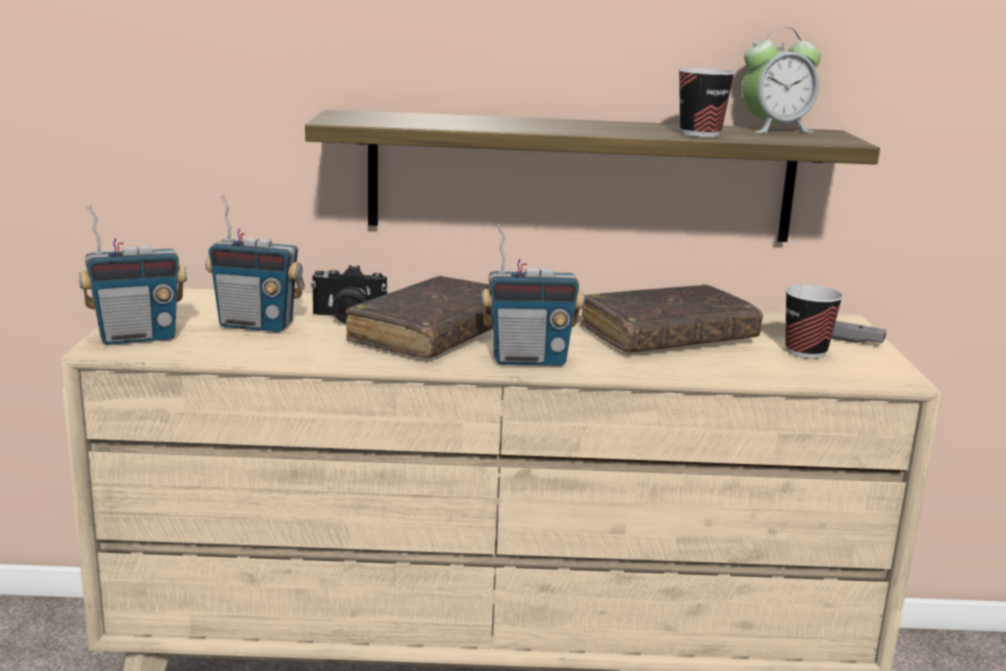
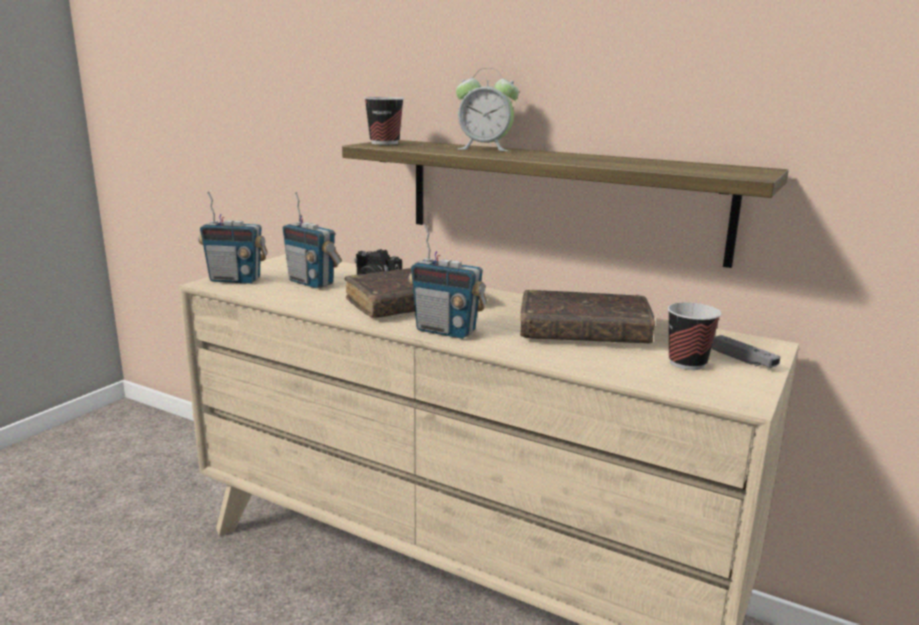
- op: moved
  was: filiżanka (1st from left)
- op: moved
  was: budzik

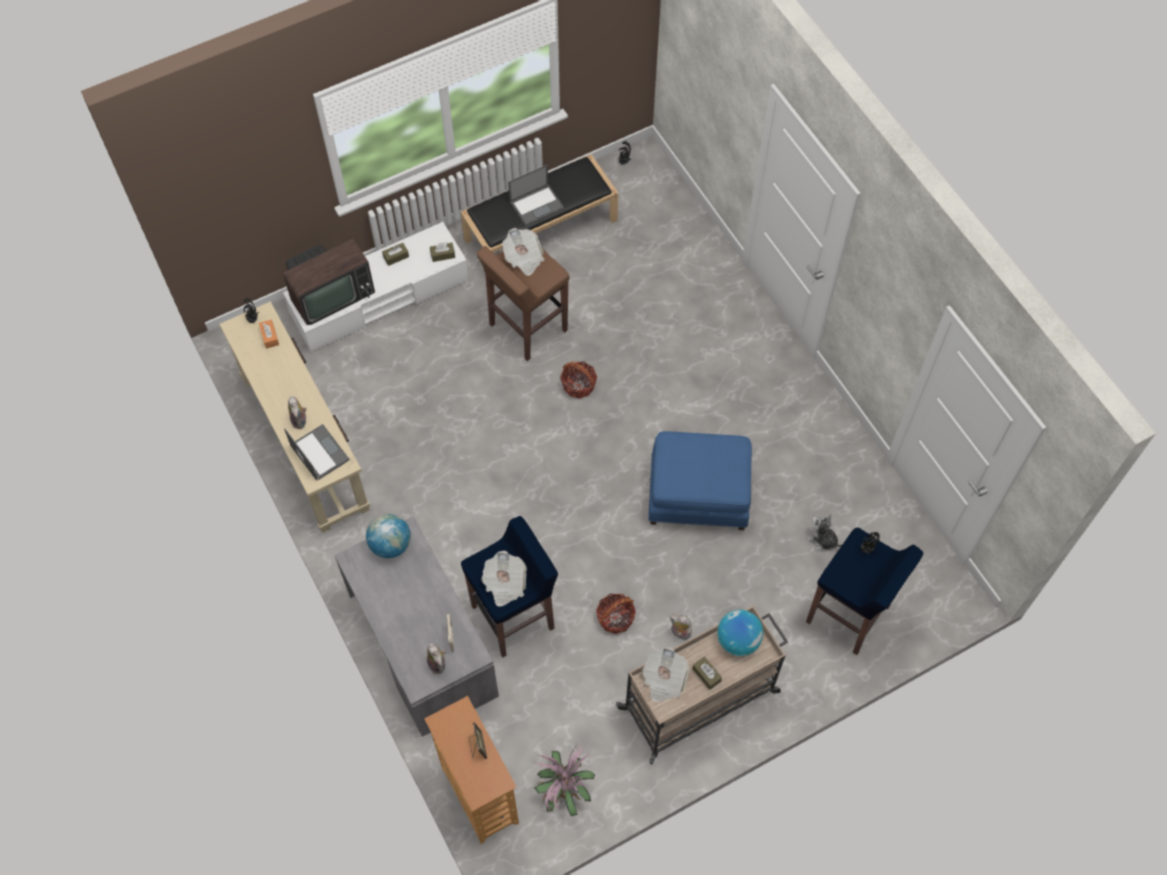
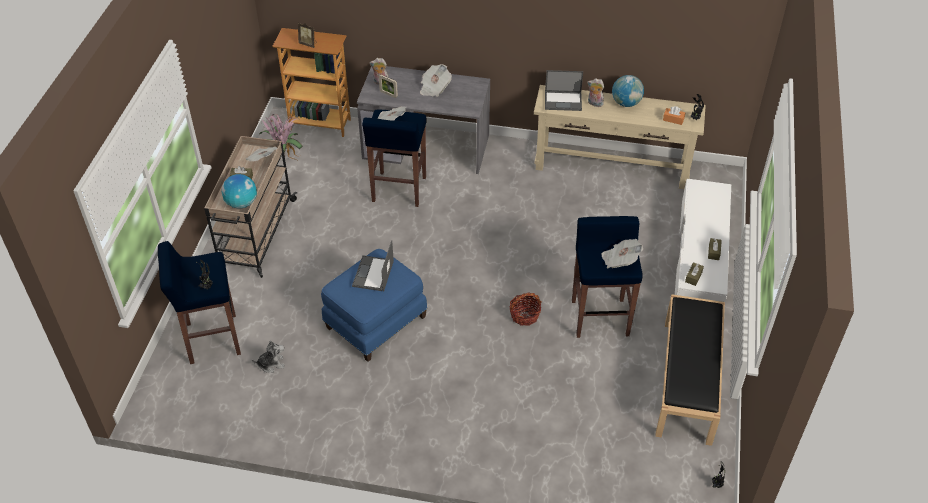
- op: moved
  was: laptop (2nd from left in the first image)
  now: laptop (1st from left)
- op: added
  now: gazeta (3rd from left)
- op: recoloured
  was: stołek (brązowy)
  now: stołek (niebieski) (3rd from left)
- op: moved
  was: globus (1st from left in the first image)
  now: globus (2nd from left)
- op: removed
  was: telewizor
- op: removed
  was: koszyk (2nd from left)
- op: removed
  was: pluszak (3rd from left)

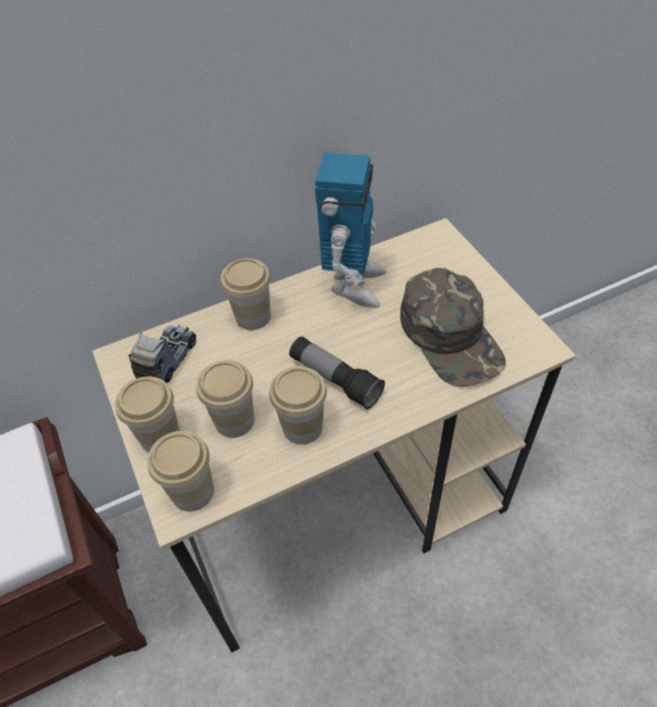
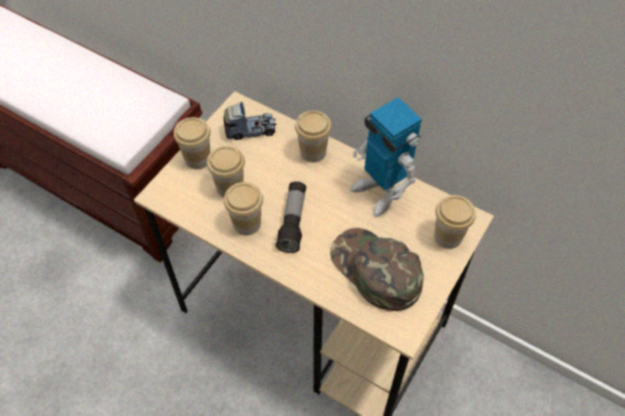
- op: turned
  was: czapka z daszkiem (zielony)
  clockwise: 105
- op: turned
  was: robot zabawkowy
  clockwise: 75
- op: moved
  was: filiżanka (2nd from left in the first image)
  now: filiżanka (5th from left)

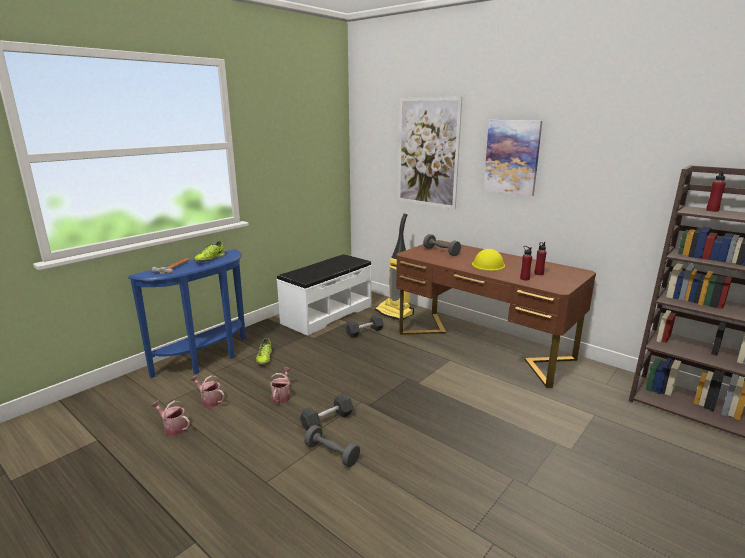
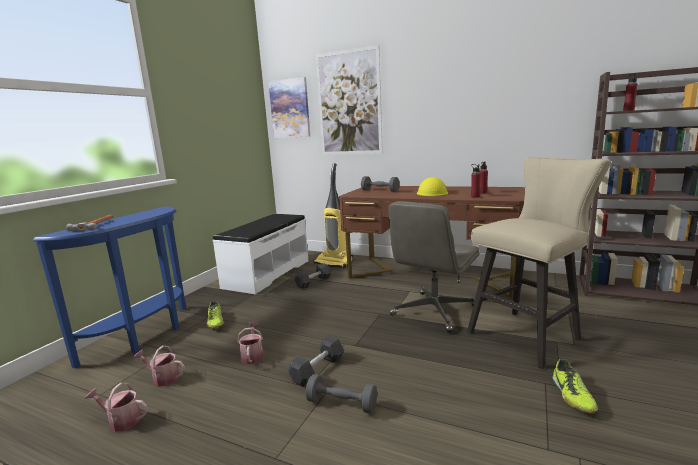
- op: moved
  was: obraz (2nd from left in the first image)
  now: obraz (1st from left)
- op: added
  now: krzesło biurowe (szary)
- op: added
  now: stołek (beżowy)
- op: moved
  was: but (1st from left in the first image)
  now: but (2nd from left)

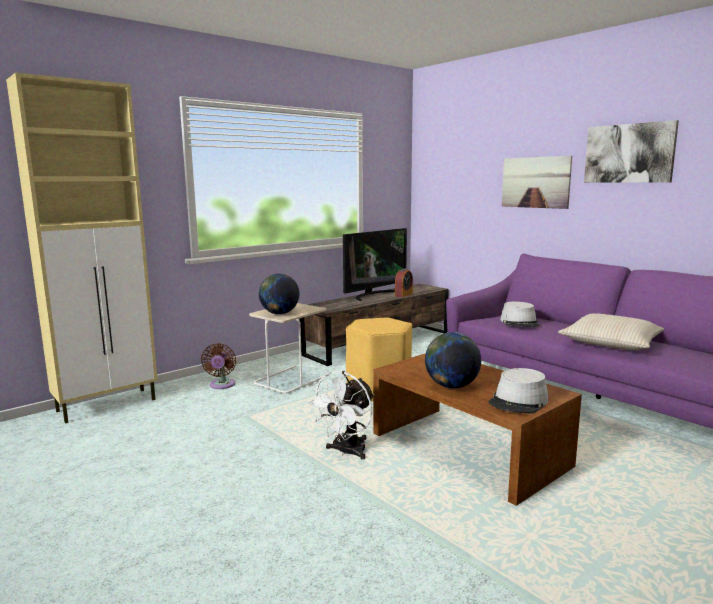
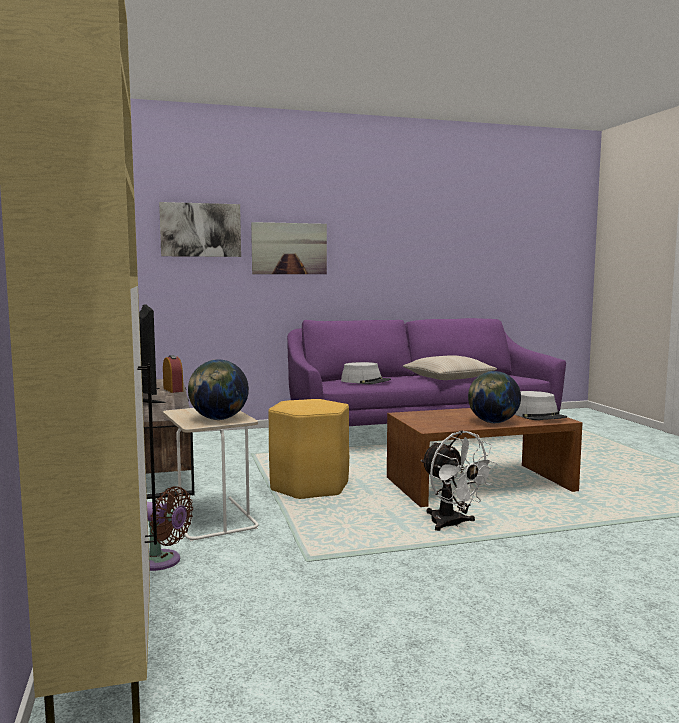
- op: moved
  was: obraz (2nd from left in the first image)
  now: obraz (1st from left)

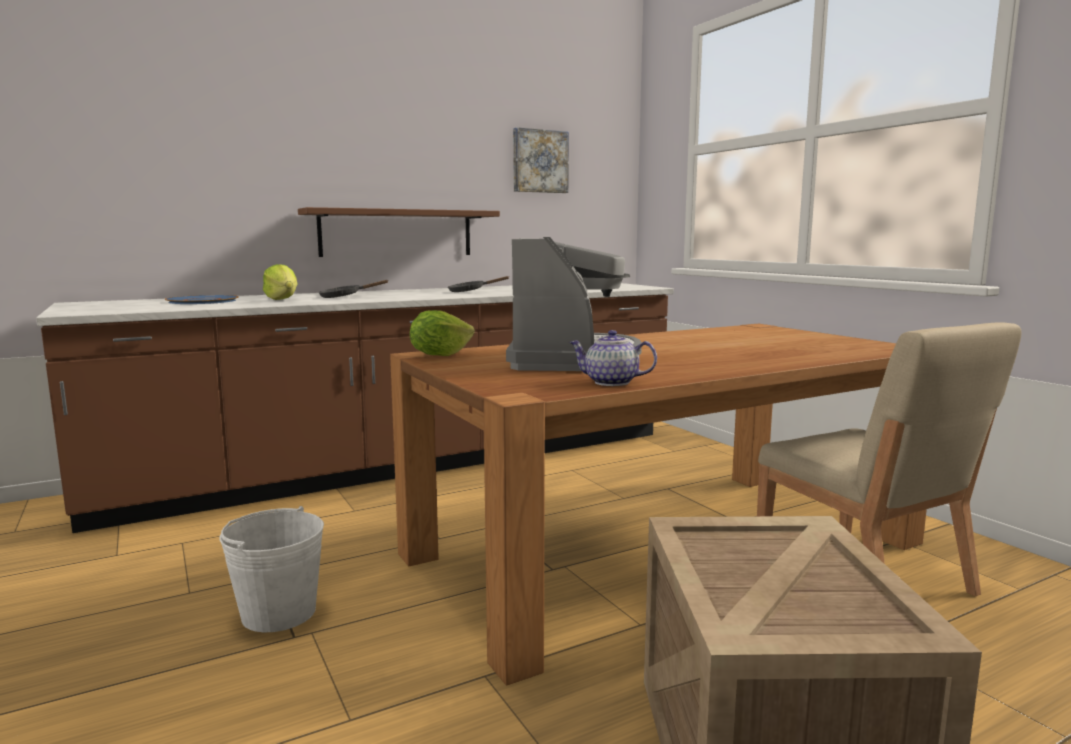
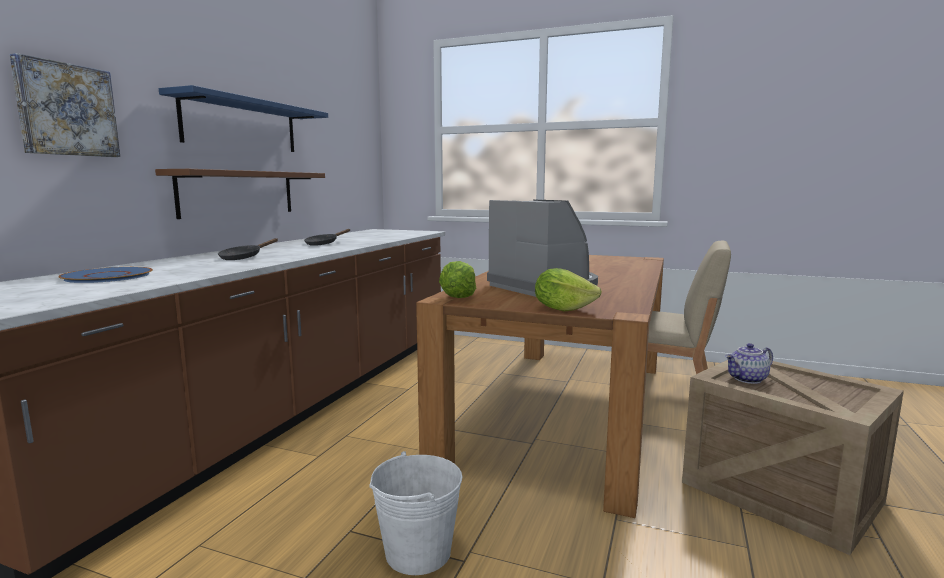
- op: moved
  was: obraz
- op: added
  now: półka (niebieski)
- op: moved
  was: sałata (1st from left in the first image)
  now: sałata (2nd from left)
- op: moved
  was: imbryk

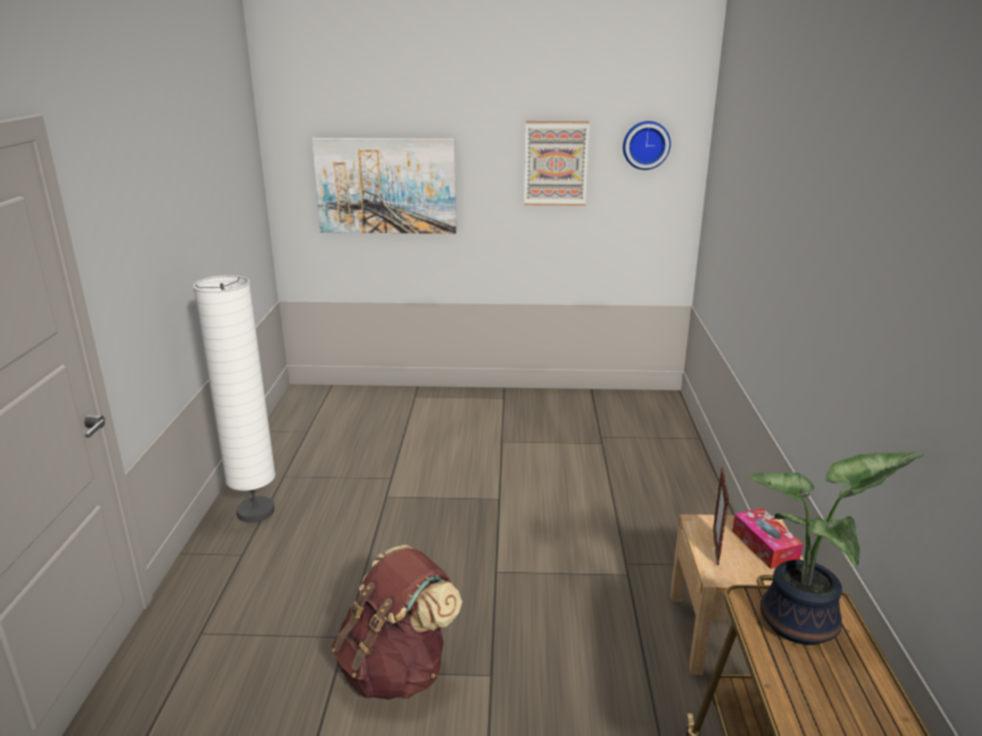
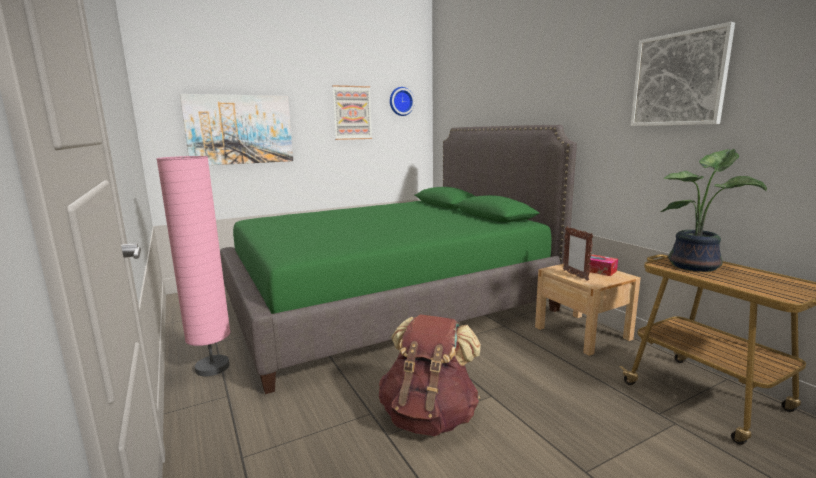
- op: recoloured
  was: lampa stojąca (biały)
  now: lampa stojąca (różowy)
- op: added
  now: łóżko (zielony)
- op: added
  now: obraz (3rd from left)

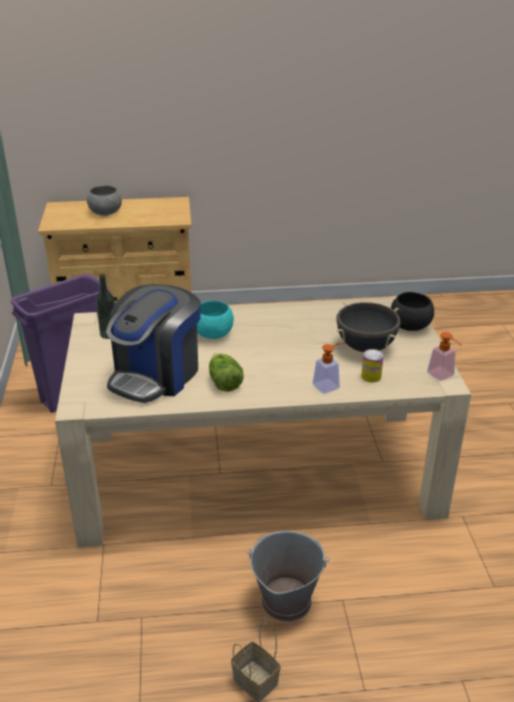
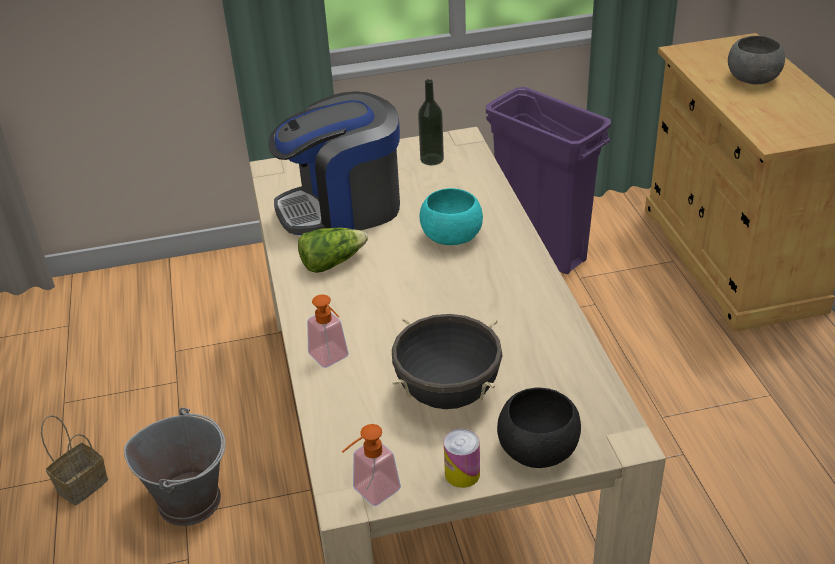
- op: turned
  was: ekspres do kawy
  clockwise: -45
- op: moved
  was: puszka

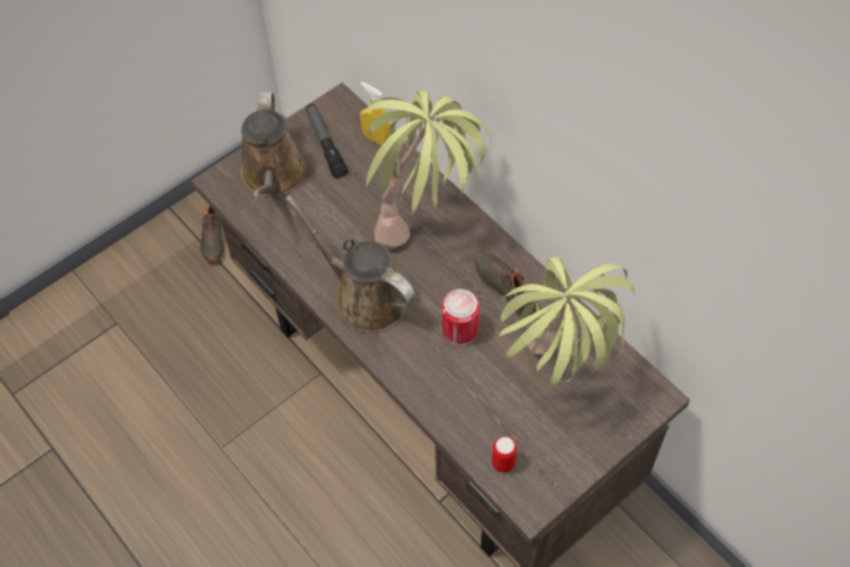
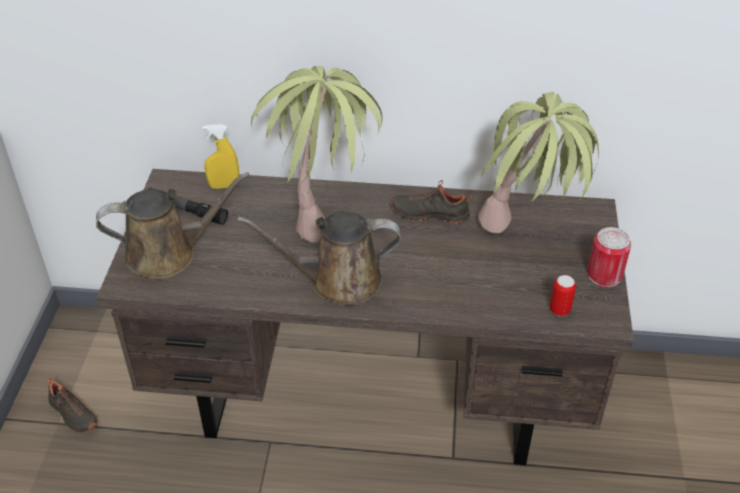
- op: turned
  was: konewka (brązowy) (1st from left)
  clockwise: -60
- op: moved
  was: puszka (1st from left in the first image)
  now: puszka (2nd from left)

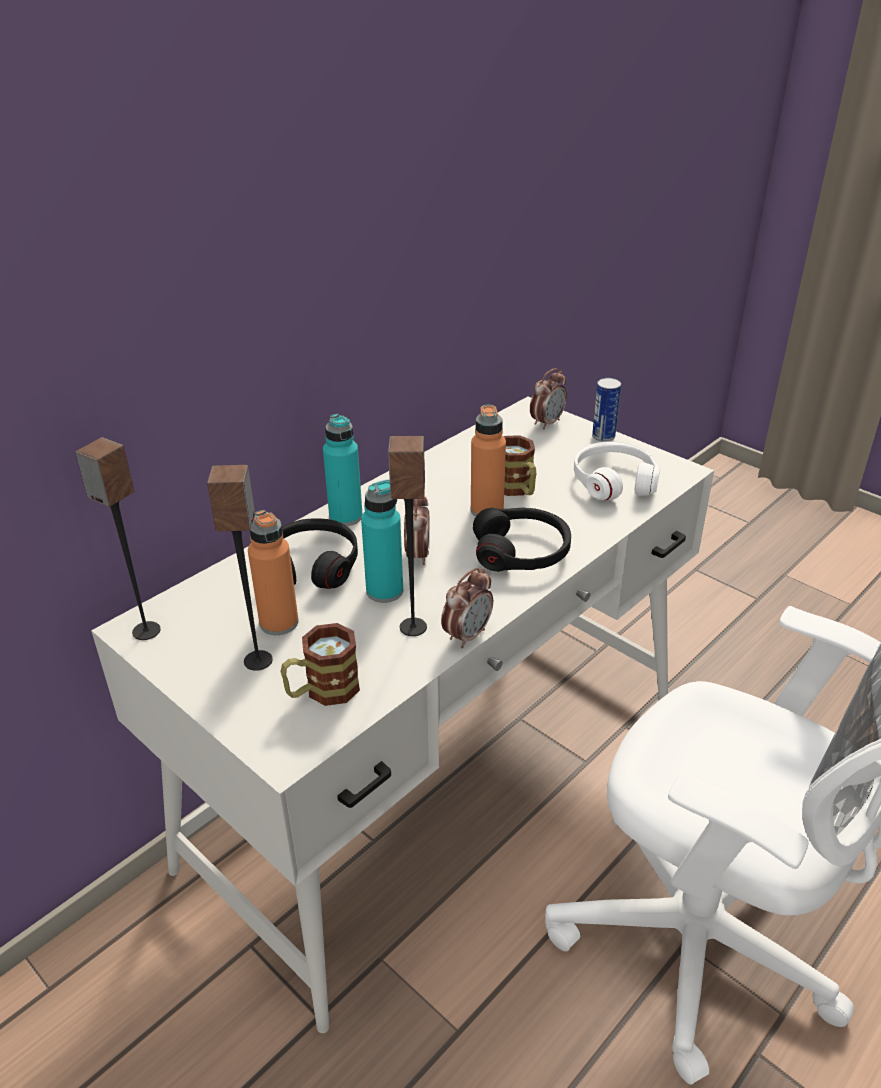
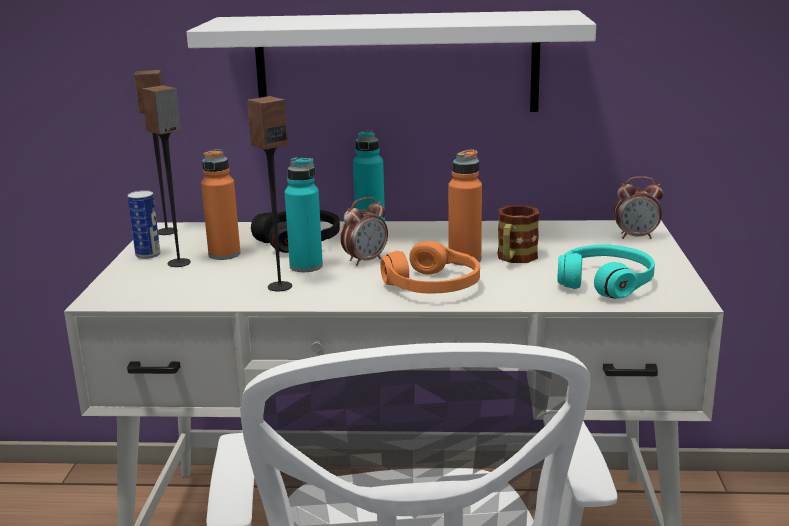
- op: moved
  was: puszka
- op: added
  now: półka (biały)
- op: recoloured
  was: słuchawki (czarny) (2nd from left)
  now: słuchawki (pomarańczowy)
- op: recoloured
  was: słuchawki (biały)
  now: słuchawki (turkusowy)
- op: removed
  was: kubek (1st from left)
- op: removed
  was: budzik (2nd from left)

